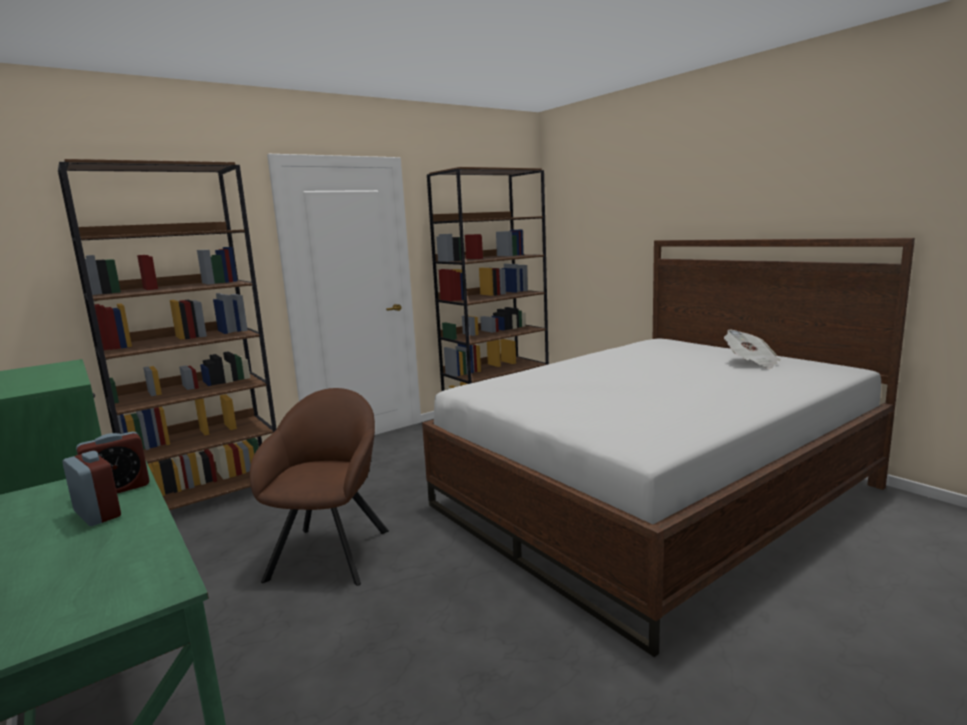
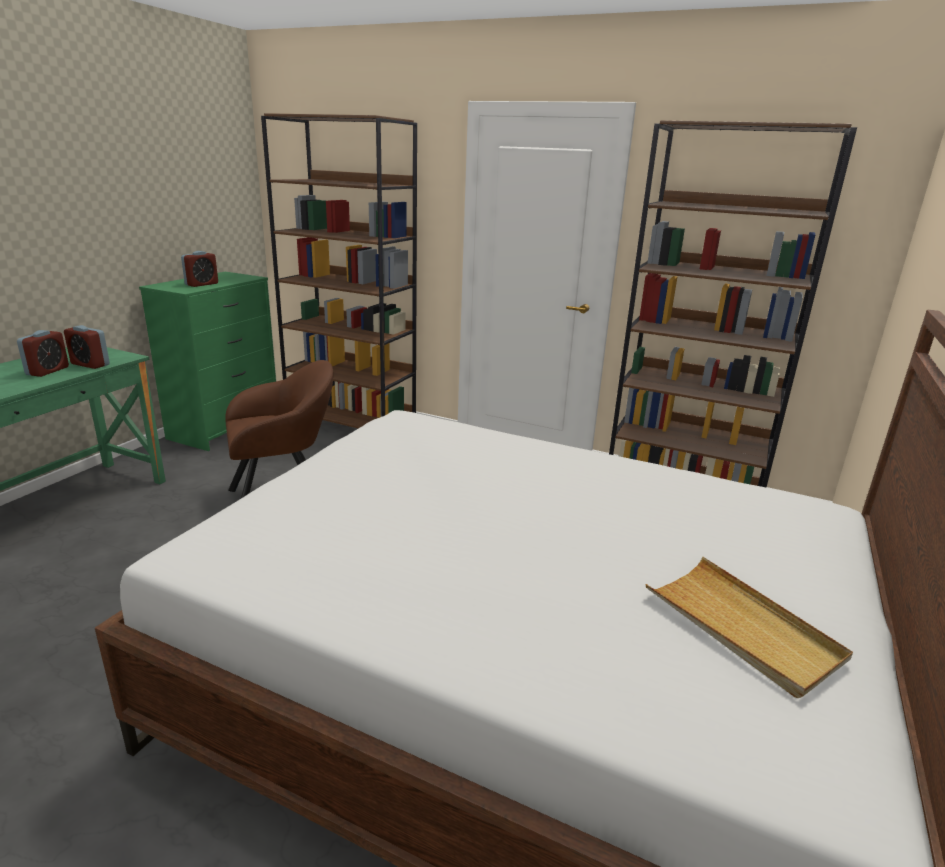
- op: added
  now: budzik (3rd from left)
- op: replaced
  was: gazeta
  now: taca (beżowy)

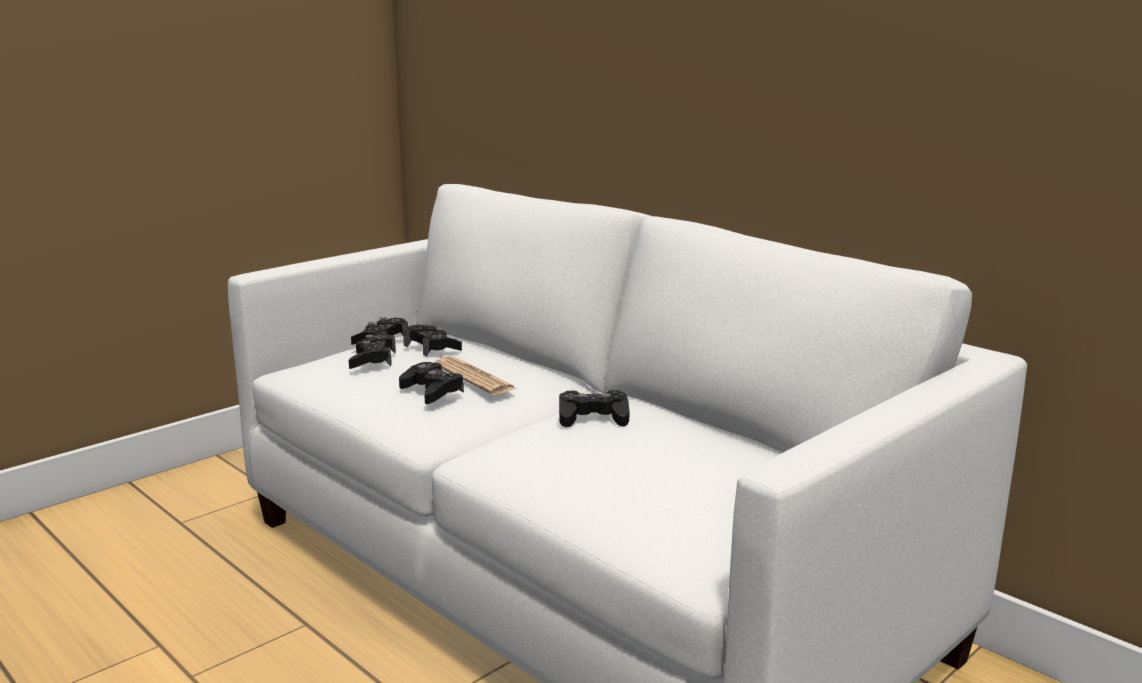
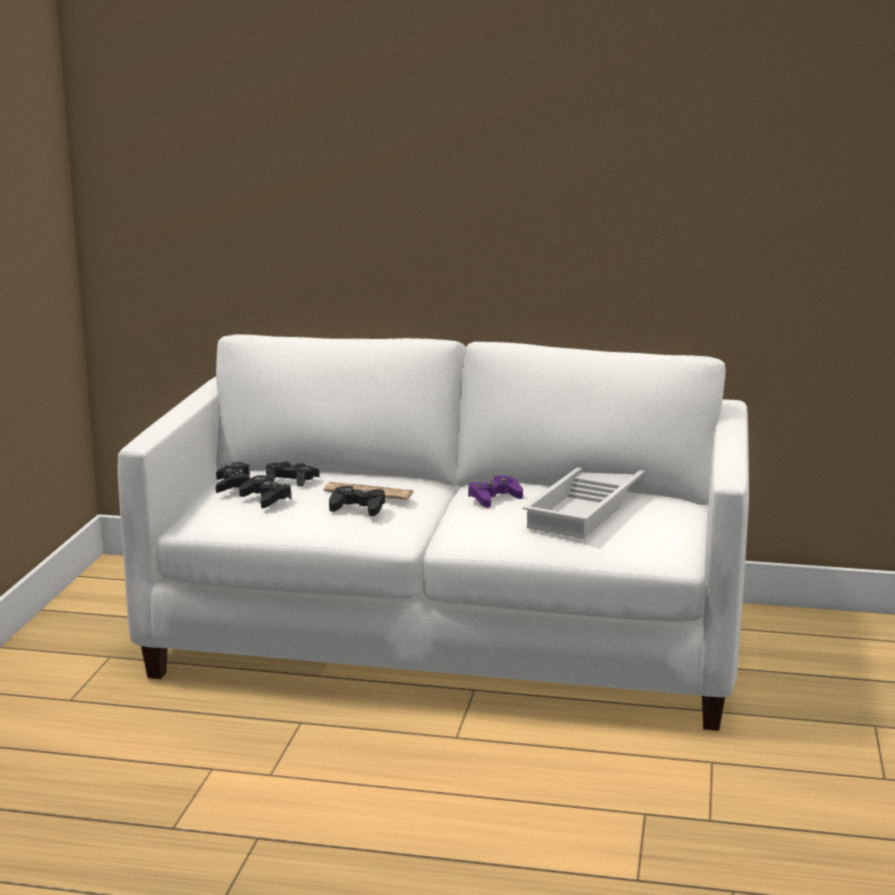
- op: recoloured
  was: pad do gier (czarny) (5th from left)
  now: pad do gier (fioletowy)
- op: added
  now: taca (biały)

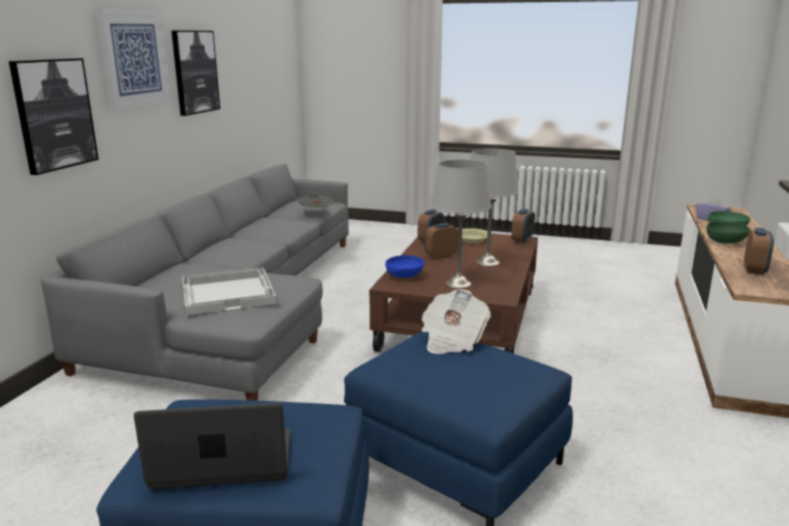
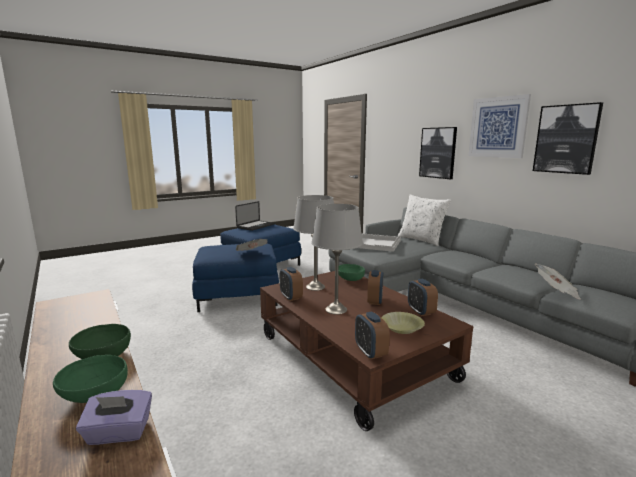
- op: moved
  was: budzik (4th from left in the first image)
  now: budzik (1st from left)
- op: recoloured
  was: miska (niebieski)
  now: miska (zielony) (3rd from left)
- op: added
  now: poduszka (biały)

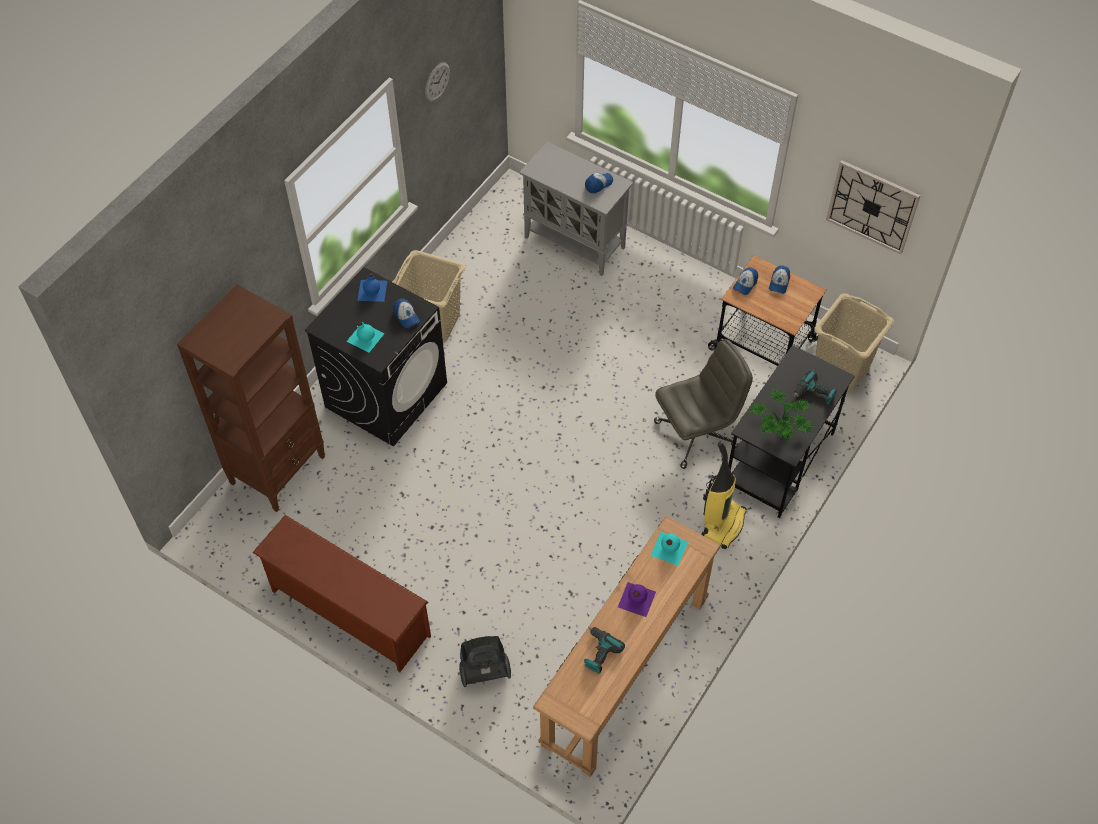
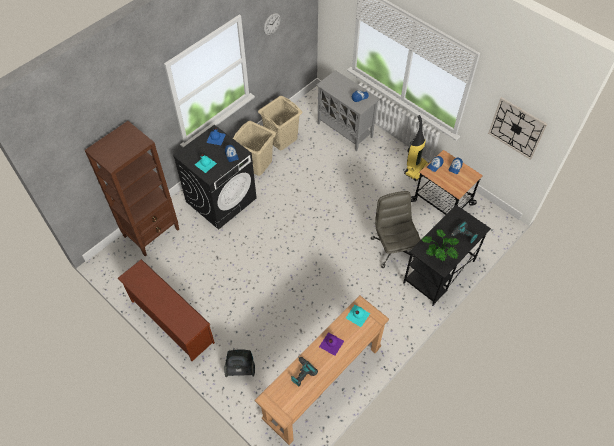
- op: moved
  was: kosz na pranie (beżowy) (2nd from left)
- op: turned
  was: krzesło biurowe (szary)
  clockwise: -90
- op: moved
  was: odkurzacz (2nd from left)

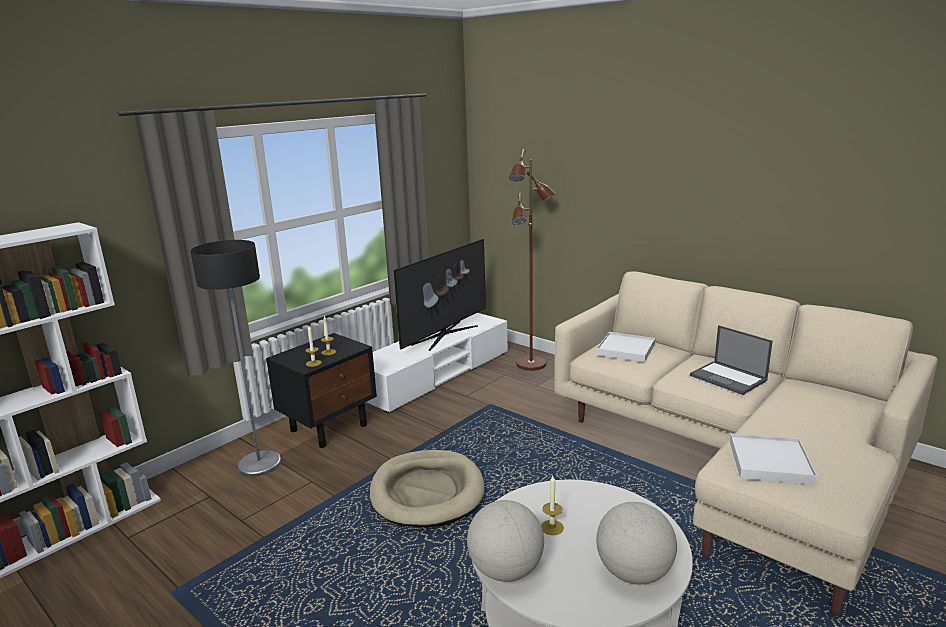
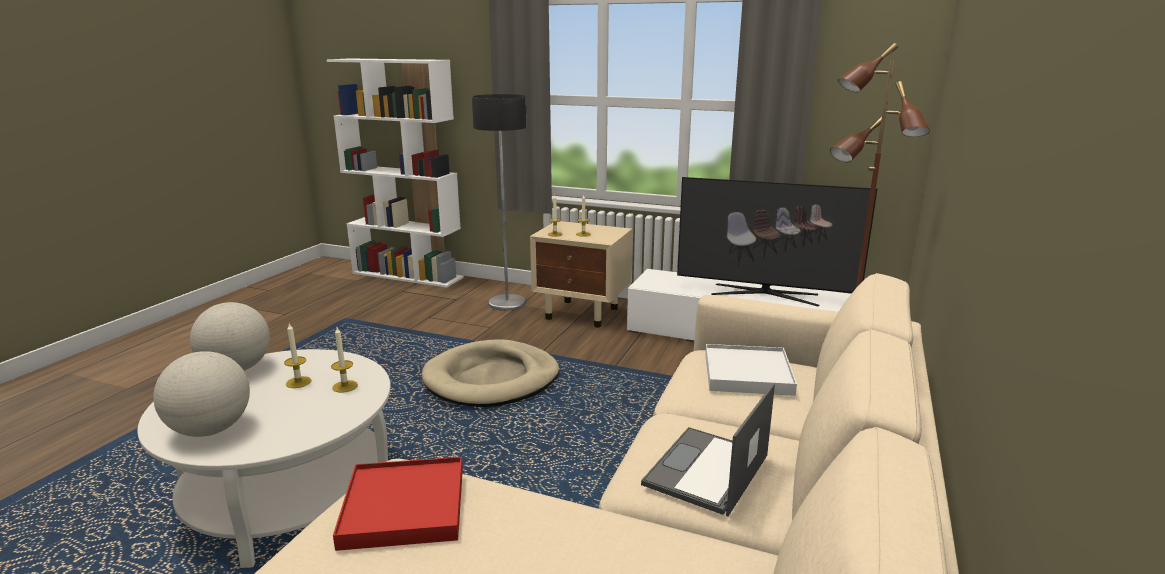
- op: added
  now: świeca (2nd from left)
- op: recoloured
  was: taca (biały) (2nd from left)
  now: taca (czerwony)
- op: recoloured
  was: szafka nocna (czarny)
  now: szafka nocna (beżowy)

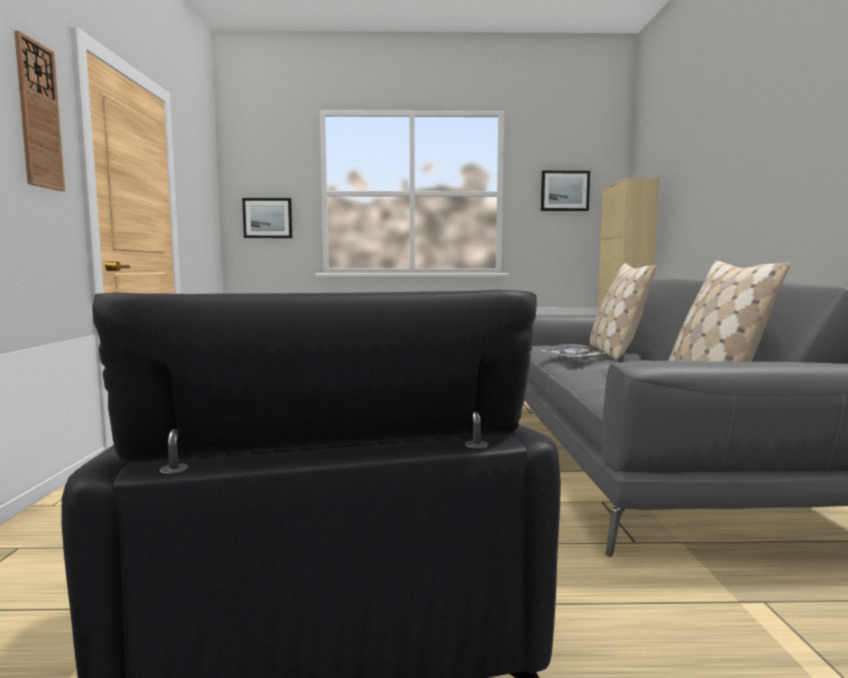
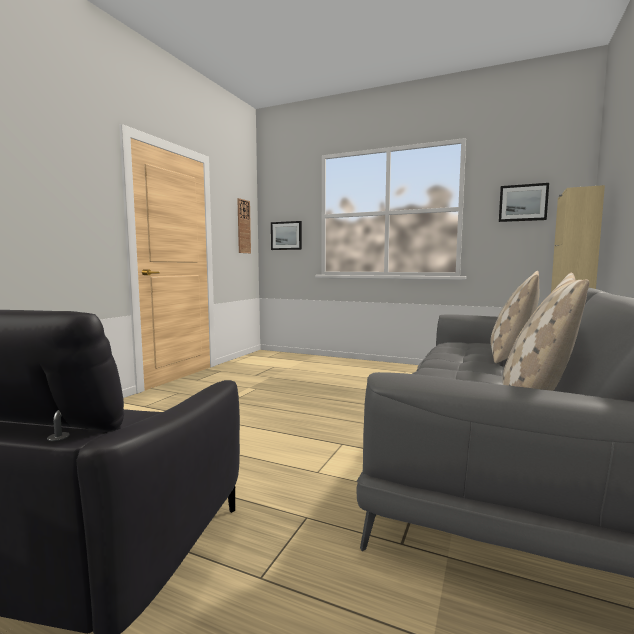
- op: moved
  was: zegar ścienny
- op: removed
  was: taca

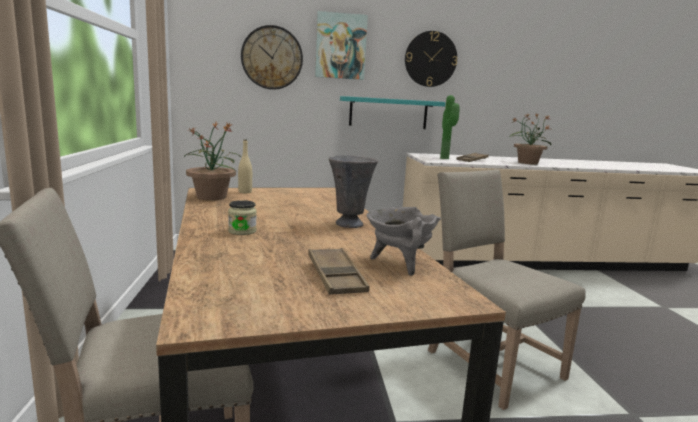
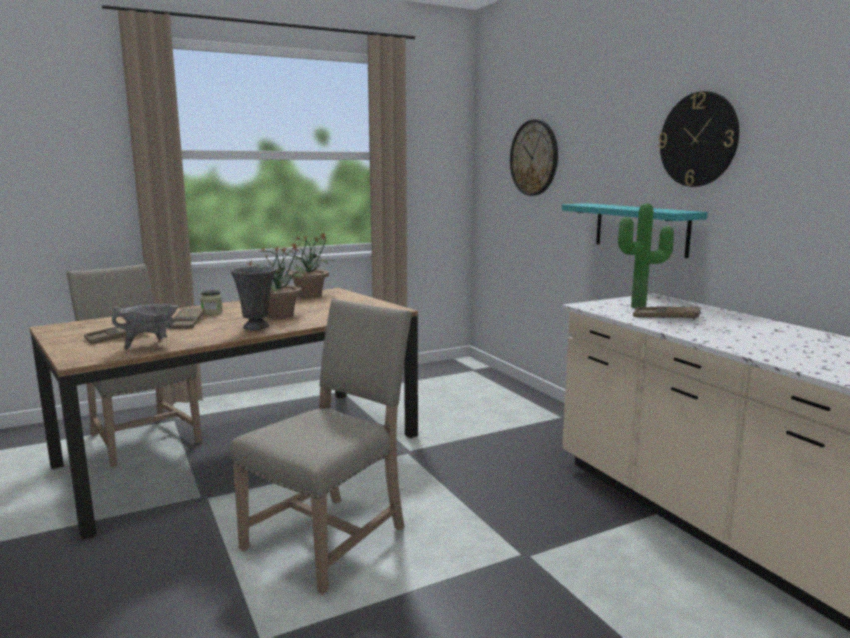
- op: added
  now: taca (brązowy) (2nd from left)
- op: moved
  was: roślina doniczkowa (3rd from left in the first image)
  now: roślina doniczkowa (1st from left)
- op: removed
  was: butelka (beżowy)
- op: removed
  was: obraz

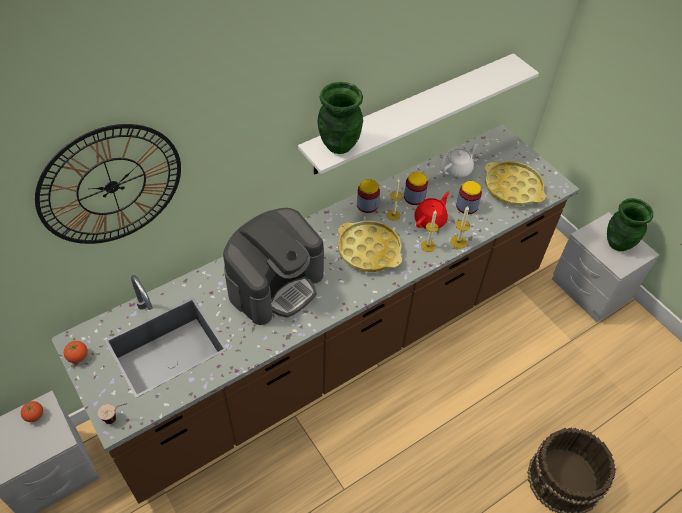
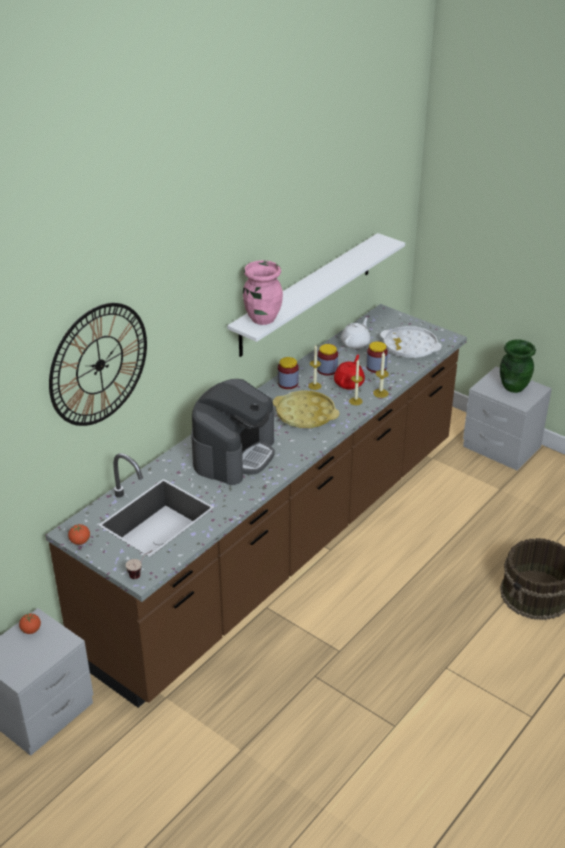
- op: recoloured
  was: wazon (zielony) (1st from left)
  now: wazon (różowy)
- op: recoloured
  was: taca (żółty) (2nd from left)
  now: taca (biały)

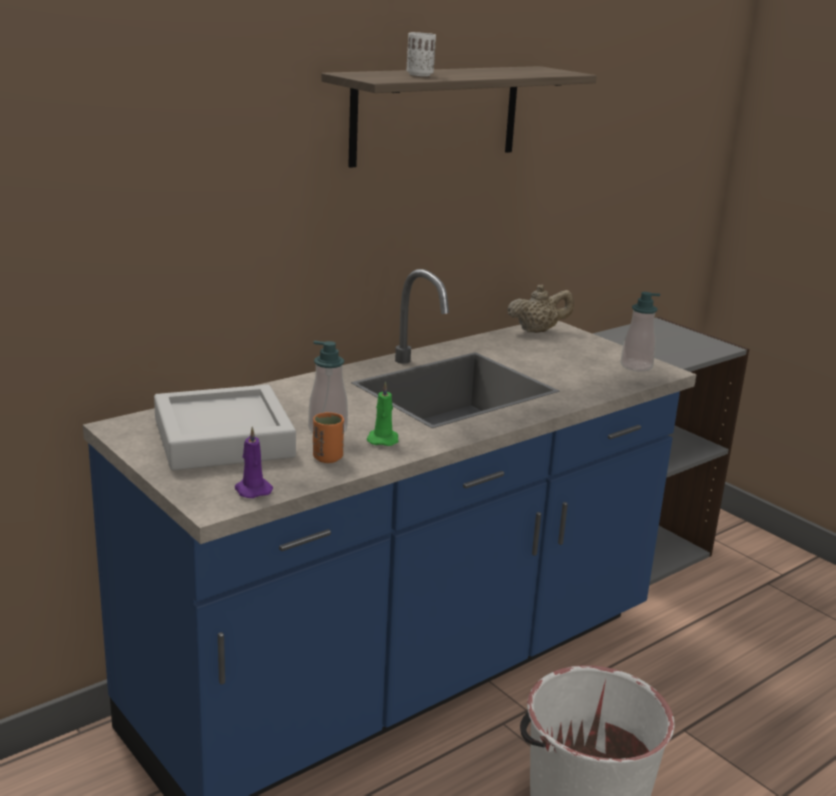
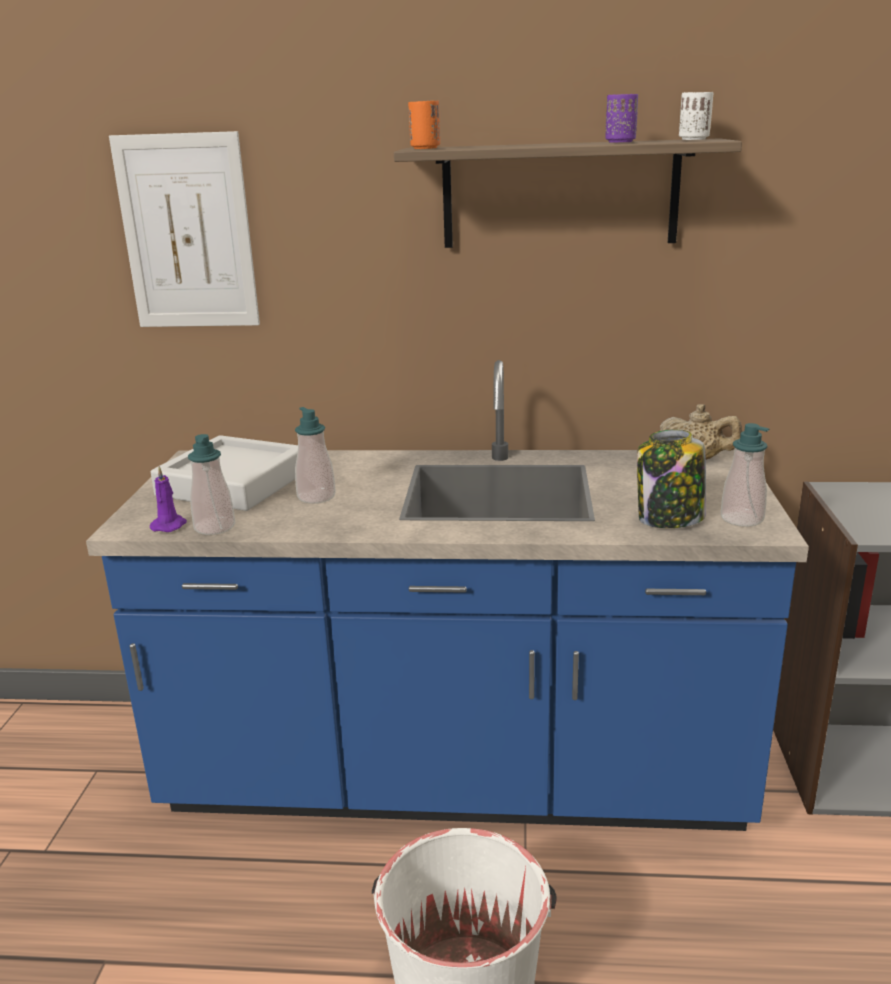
- op: added
  now: obraz
- op: added
  now: dozownik mydła (1st from left)
- op: moved
  was: filiżanka (pomarańczowy)
- op: added
  now: filiżanka (fioletowy)
- op: added
  now: słoik
- op: moved
  was: filiżanka (biały)
- op: removed
  was: świeca (zielony)

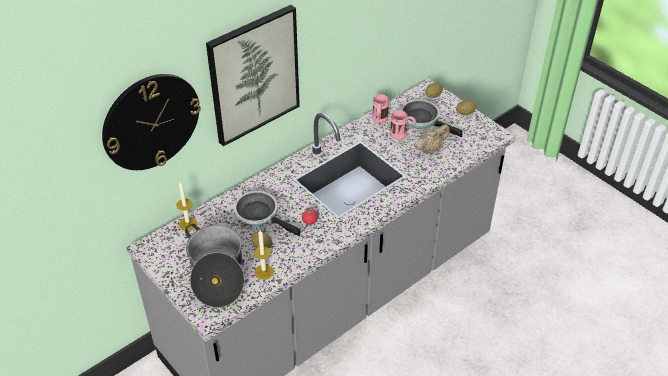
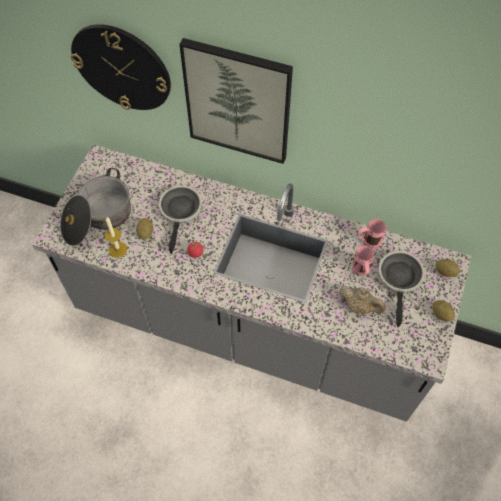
- op: removed
  was: świeca (1st from left)

